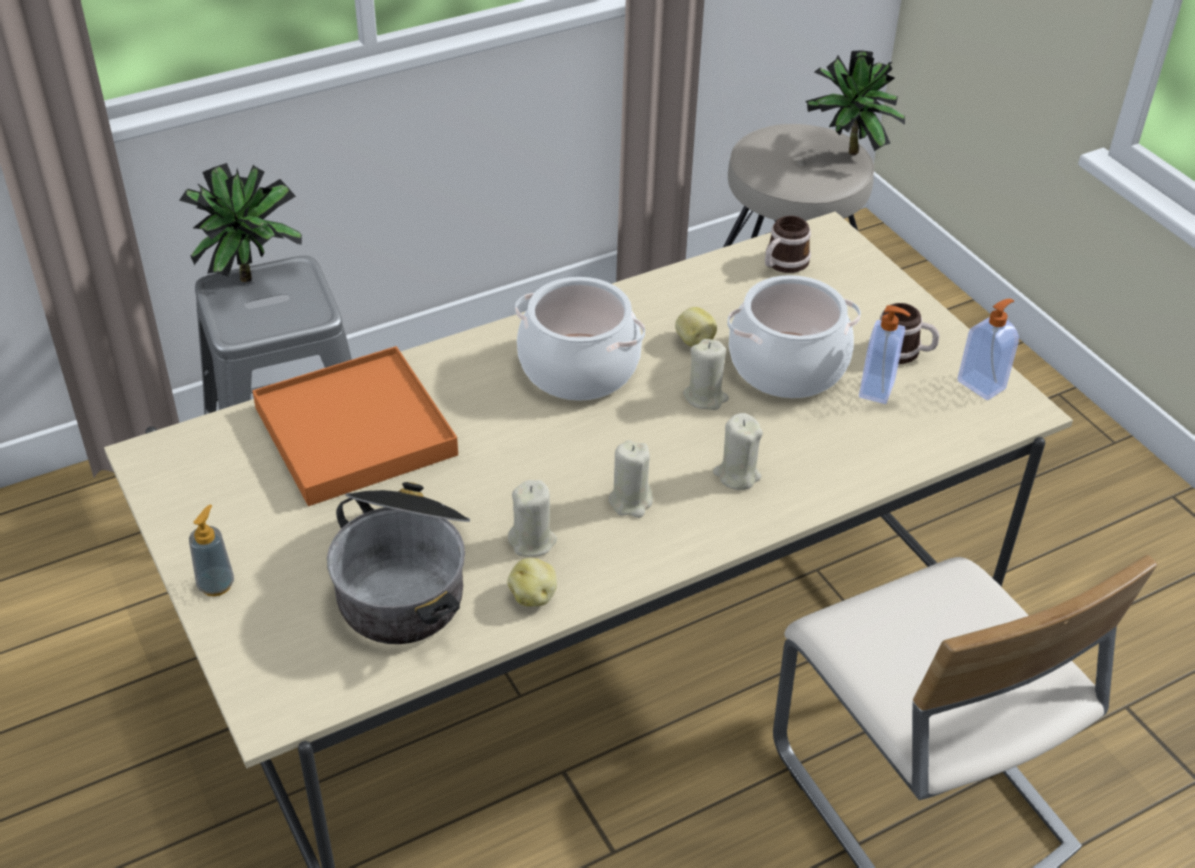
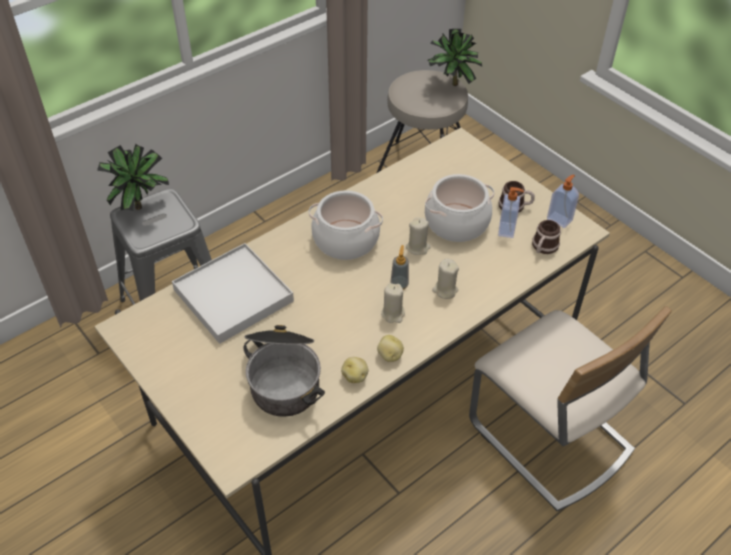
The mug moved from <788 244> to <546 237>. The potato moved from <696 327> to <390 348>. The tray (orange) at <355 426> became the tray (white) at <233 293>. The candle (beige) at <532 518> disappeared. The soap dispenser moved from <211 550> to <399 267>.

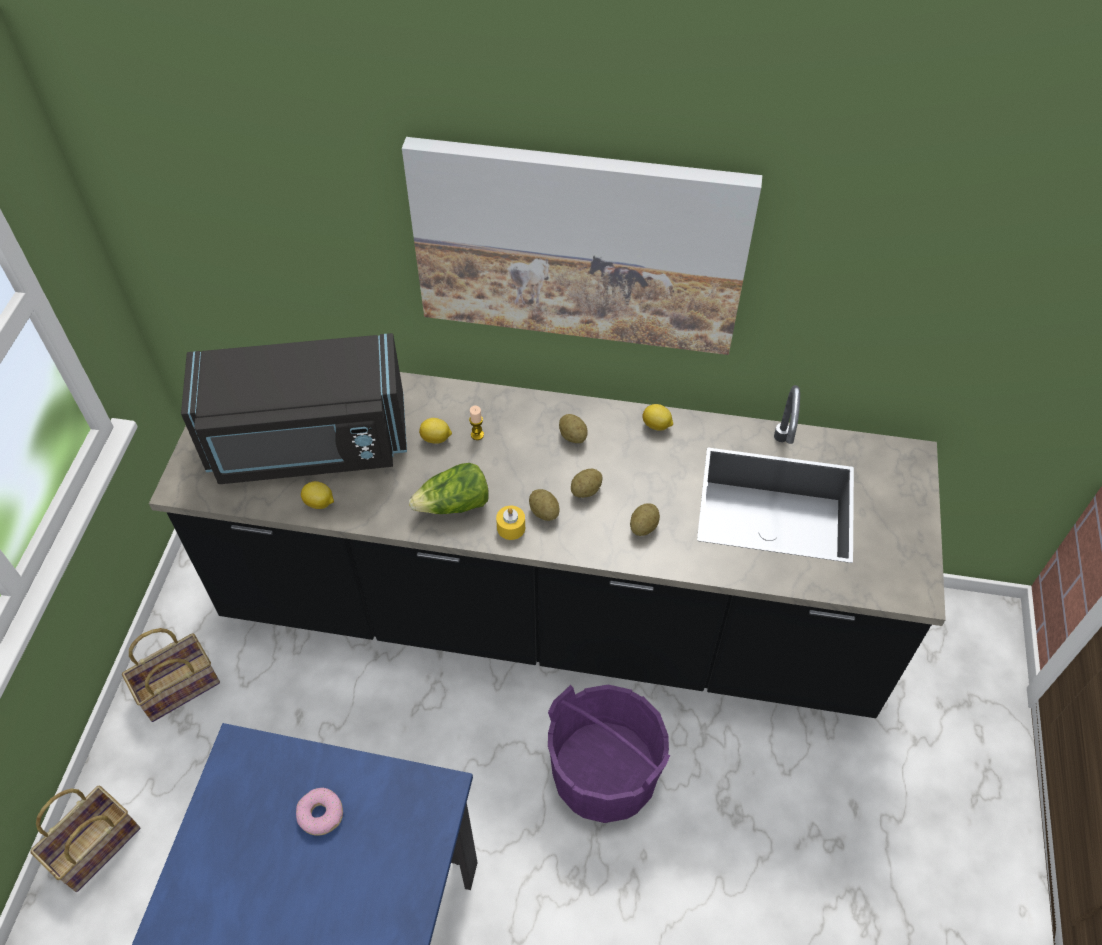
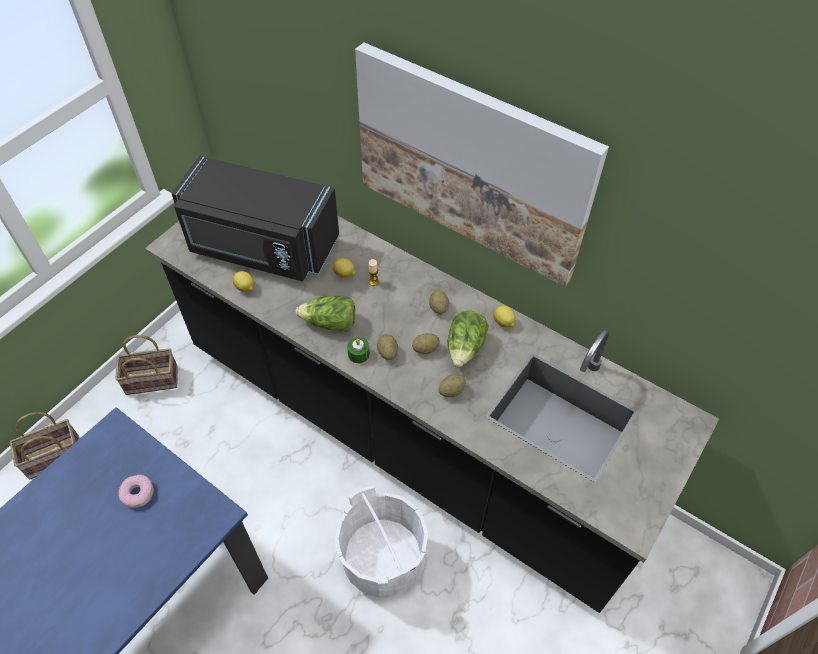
The candle (yellow) at <510 523> became the candle (green) at <358 350>. The bucket (purple) at <609 753> became the bucket (white) at <381 541>. The lettuce at <468 339> appeared.

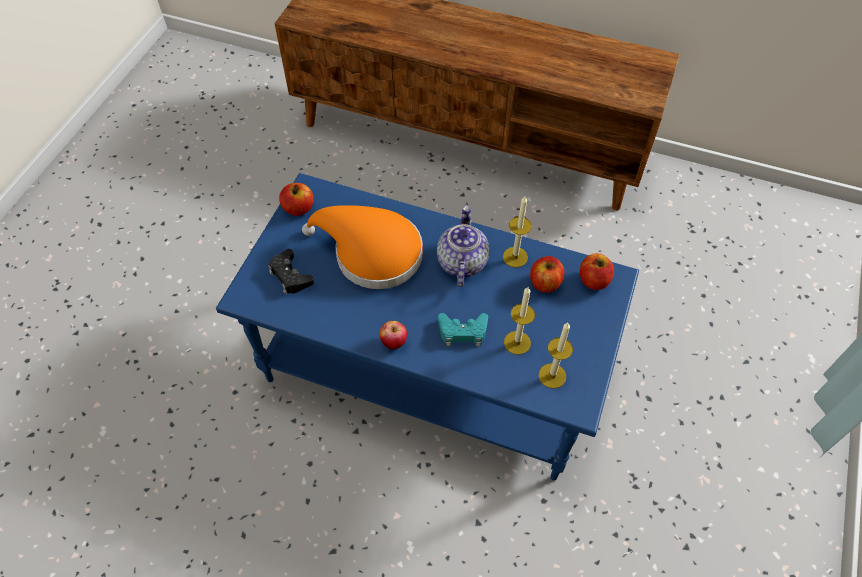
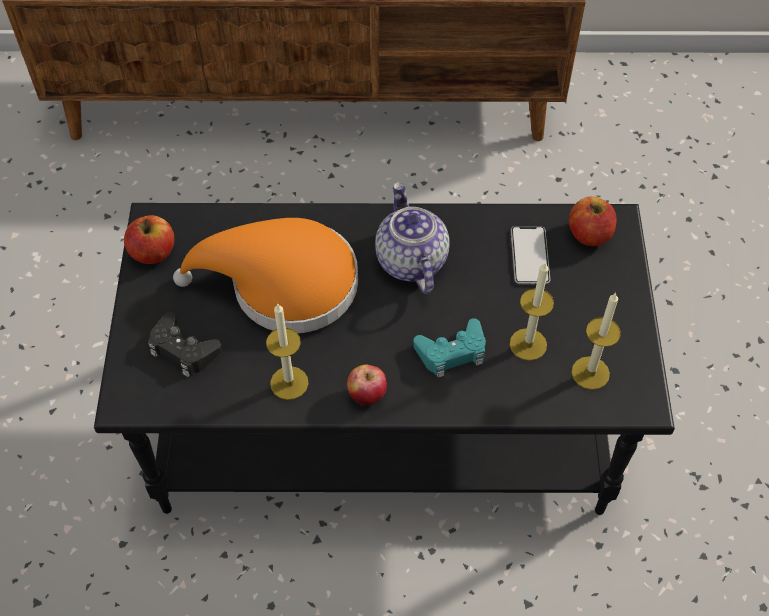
The coffee table (blue) at <427 327> became the coffee table (black) at <384 359>. The candle moved from <517 232> to <287 352>. The apple at <547 274> was replaced by the phone at <530 255>.

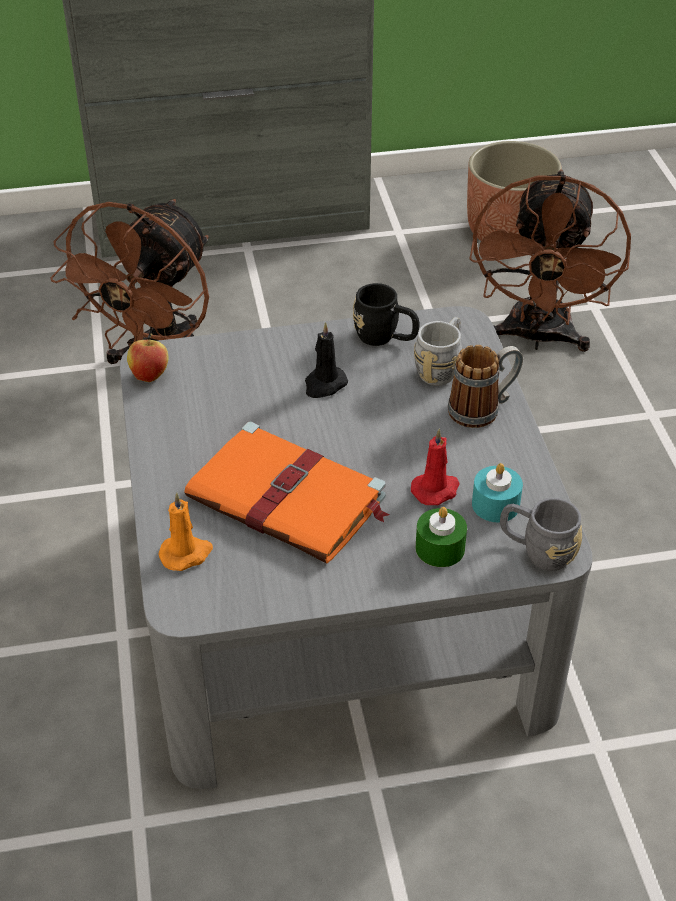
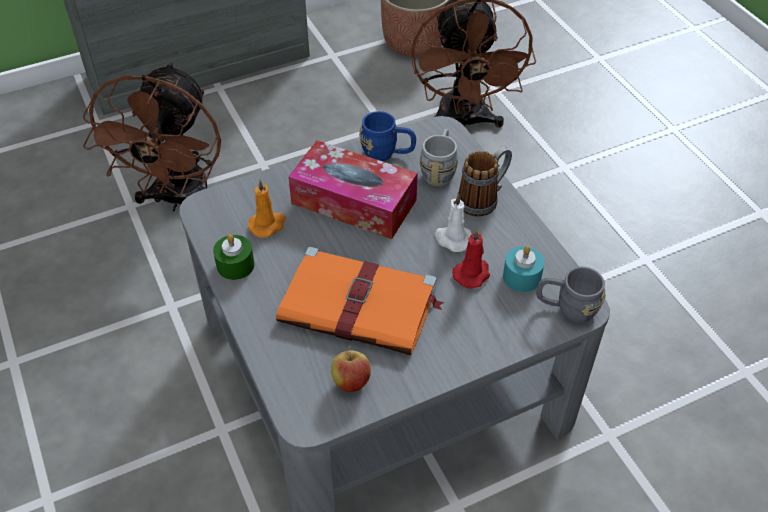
The mug (black) at <386 314> became the mug (blue) at <387 136>. The candle (black) at <326 360> was replaced by the tissue box at <353 189>. The apple moved from <147 357> to <351 368>. The candle (orange) moved from <185 532> to <267 208>. The candle (green) moved from <441 537> to <234 257>. The candle (white) at <453 222> appeared.

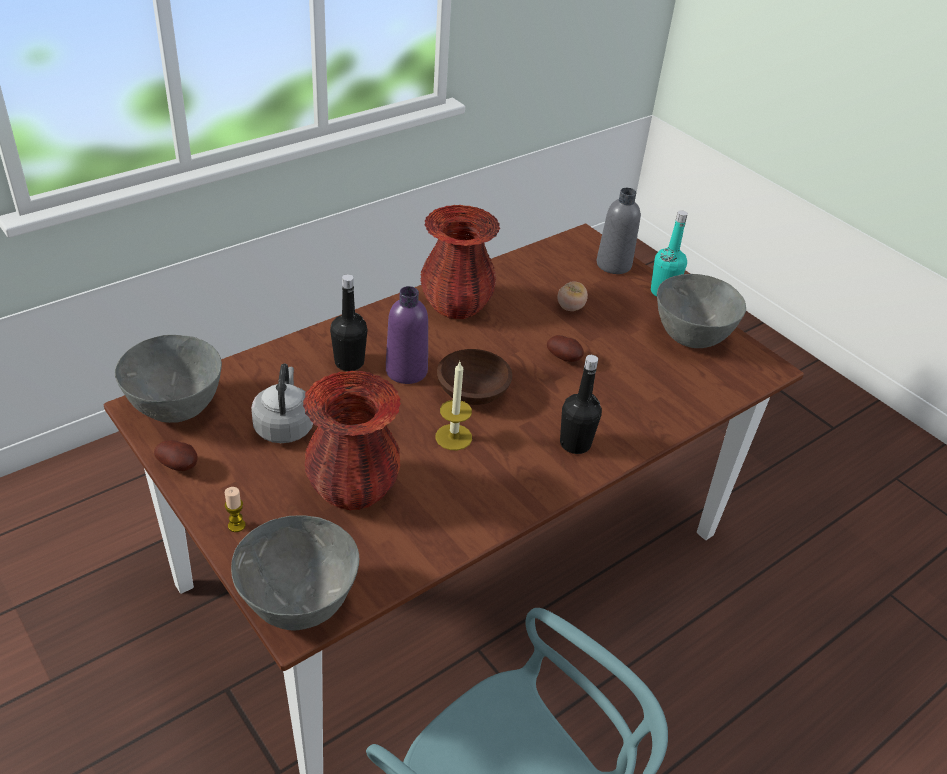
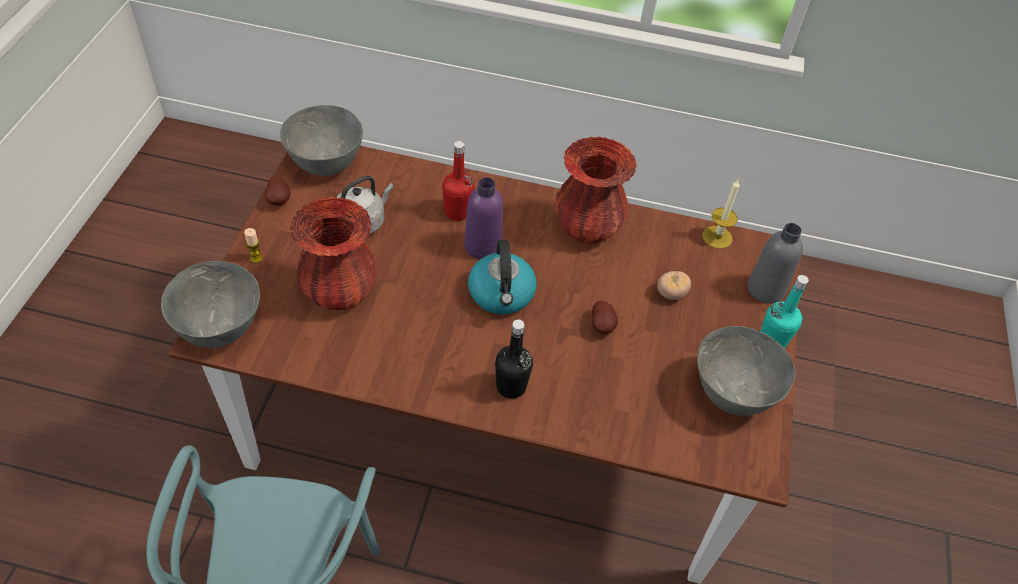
The bottle (black) at <348 322> became the bottle (red) at <458 181>. The bowl (brown) at <474 377> was replaced by the kettle at <502 277>. The candle moved from <454 406> to <721 214>.

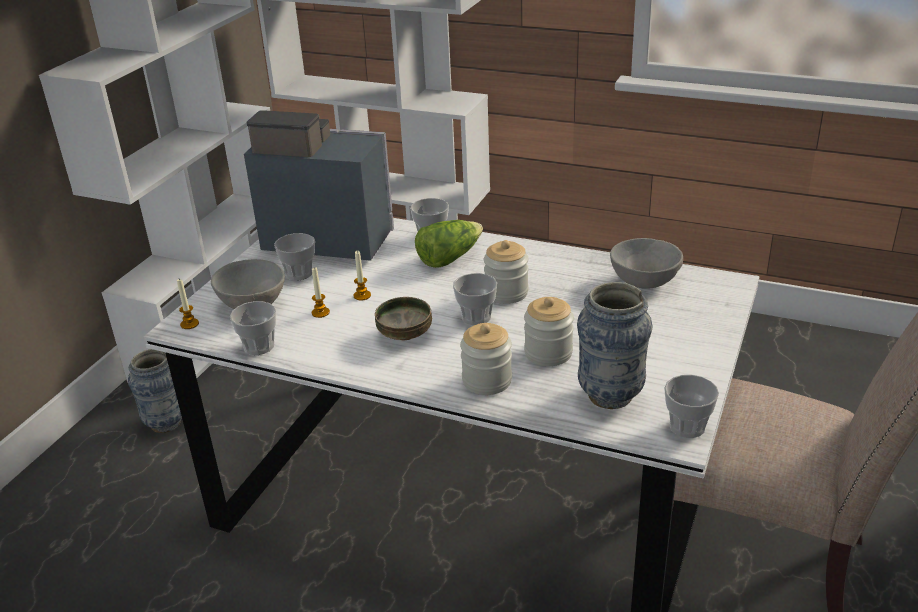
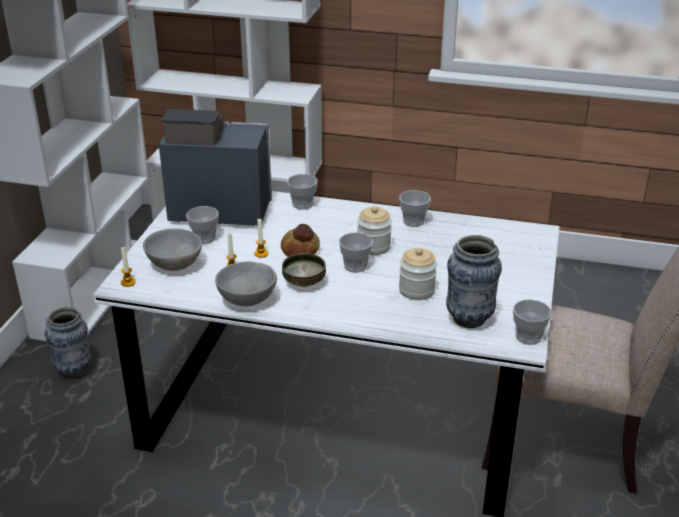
The lettuce at <449 244> disappeared. The bowl (grey) moved from <646 263> to <246 284>. The cup moved from <253 328> to <415 208>. The jar at <486 359> disappeared. The bread at <300 240> appeared.

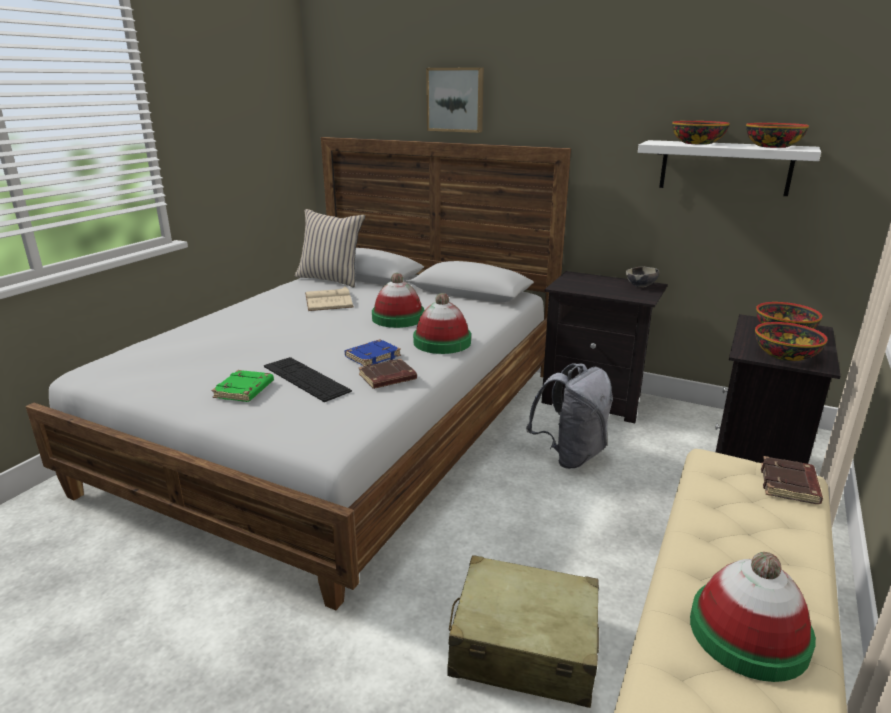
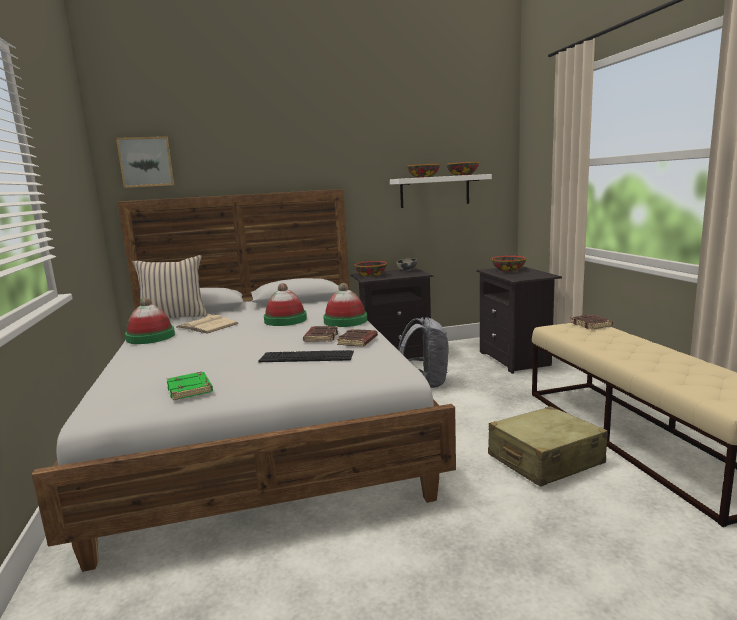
The picture moved from <455 100> to <145 162>. The bowl moved from <791 341> to <370 269>. The book (blue) at <373 352> became the book (brown) at <320 334>. The book (green) moved from <243 386> to <190 386>. The hat moved from <753 617> to <150 320>.

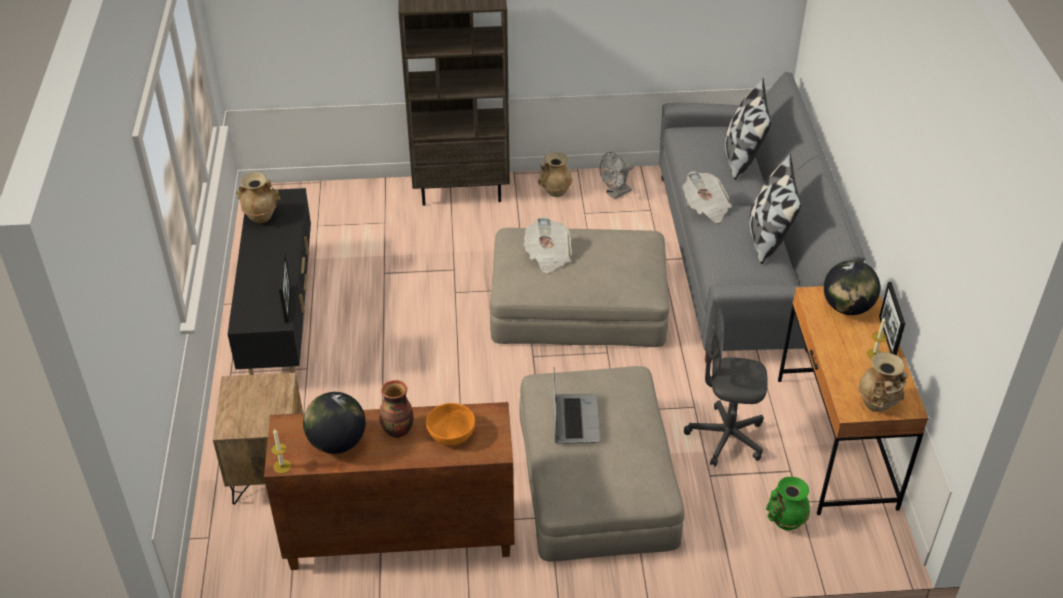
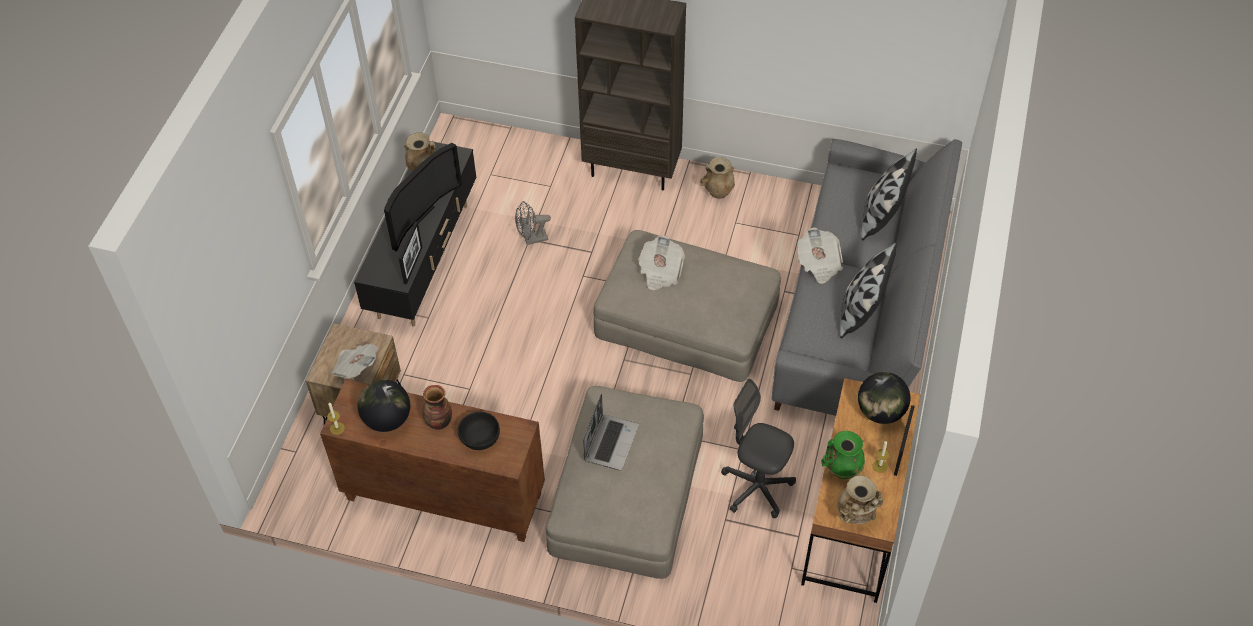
The fan (grey) moved from <617 175> to <533 223>. The bowl (orange) at <450 424> became the bowl (black) at <479 431>. The vase (green) moved from <788 503> to <843 455>. The television at <423 197> appeared. The newspaper at <354 361> appeared.

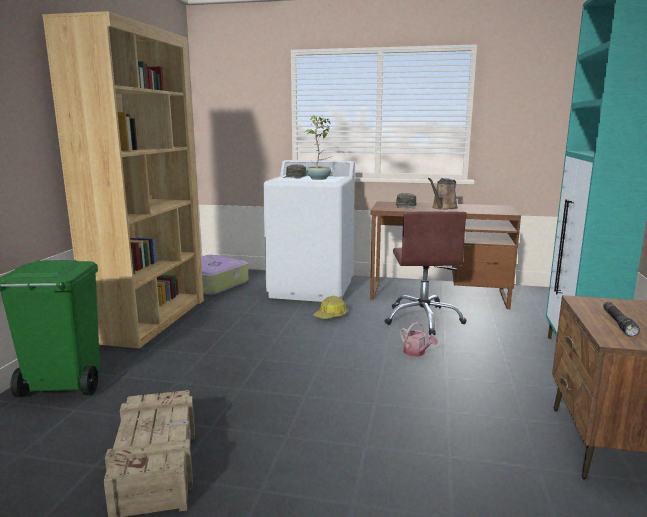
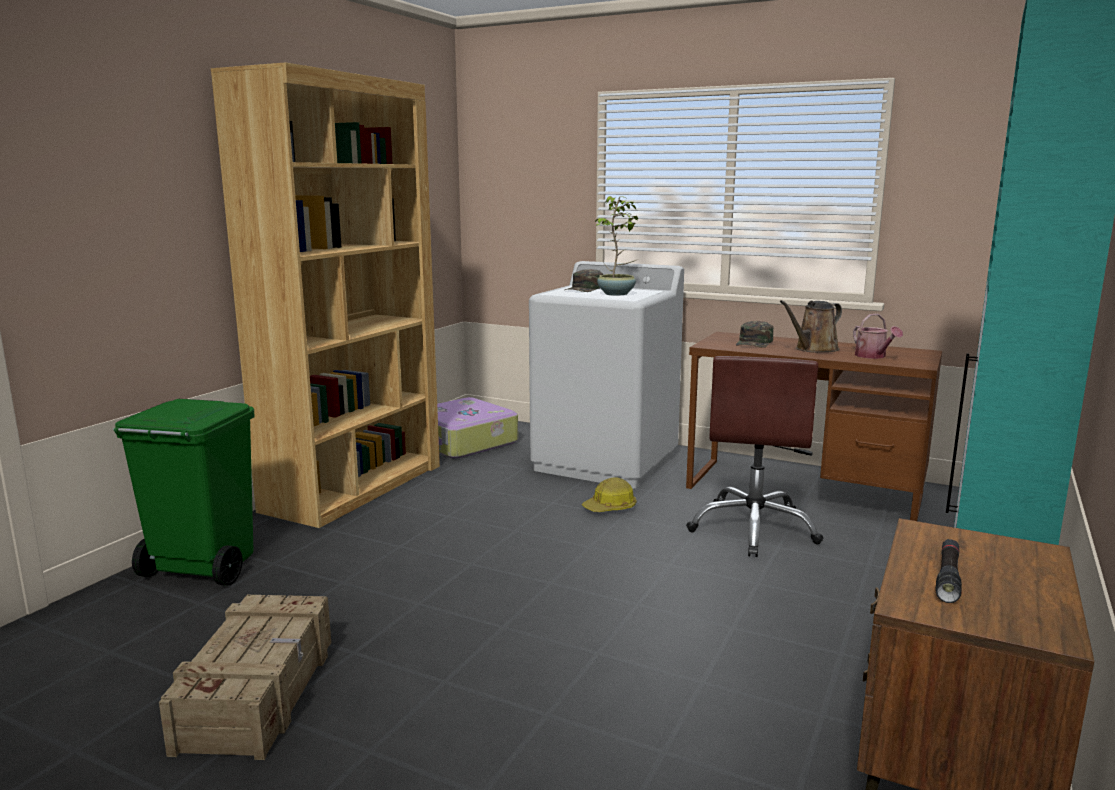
The watering can moved from <419 339> to <878 336>.

